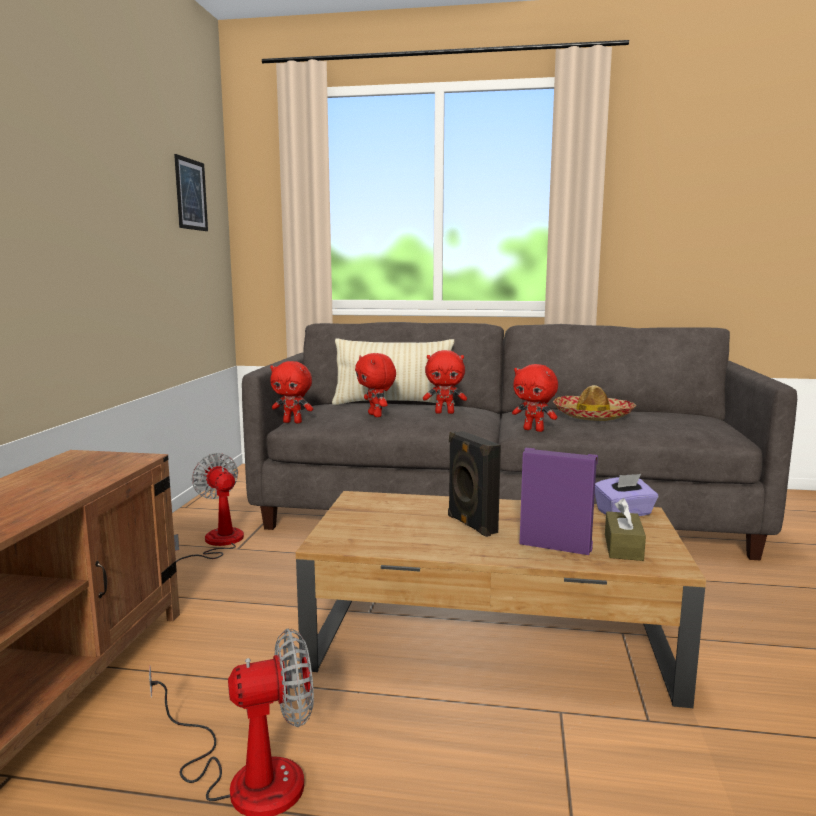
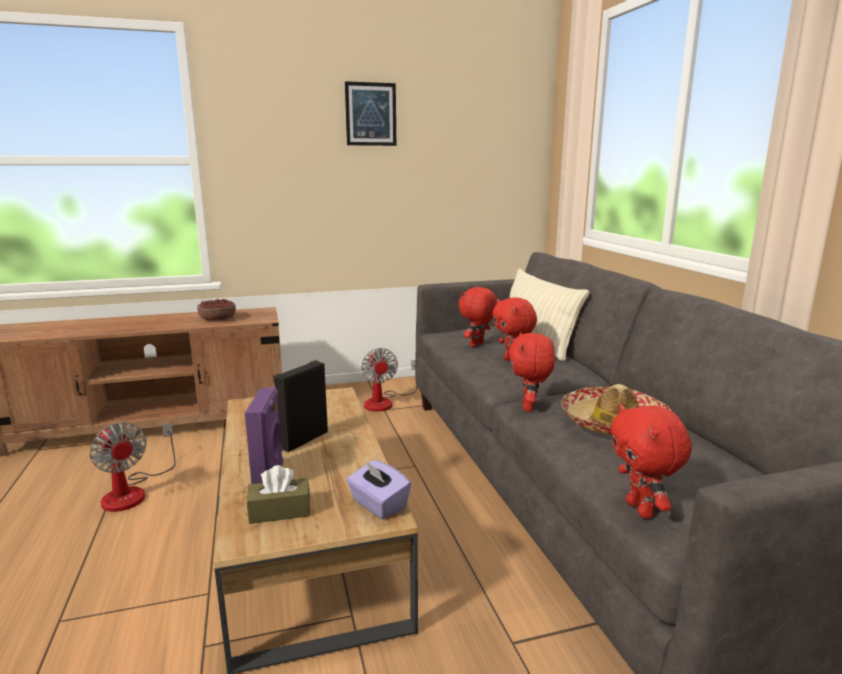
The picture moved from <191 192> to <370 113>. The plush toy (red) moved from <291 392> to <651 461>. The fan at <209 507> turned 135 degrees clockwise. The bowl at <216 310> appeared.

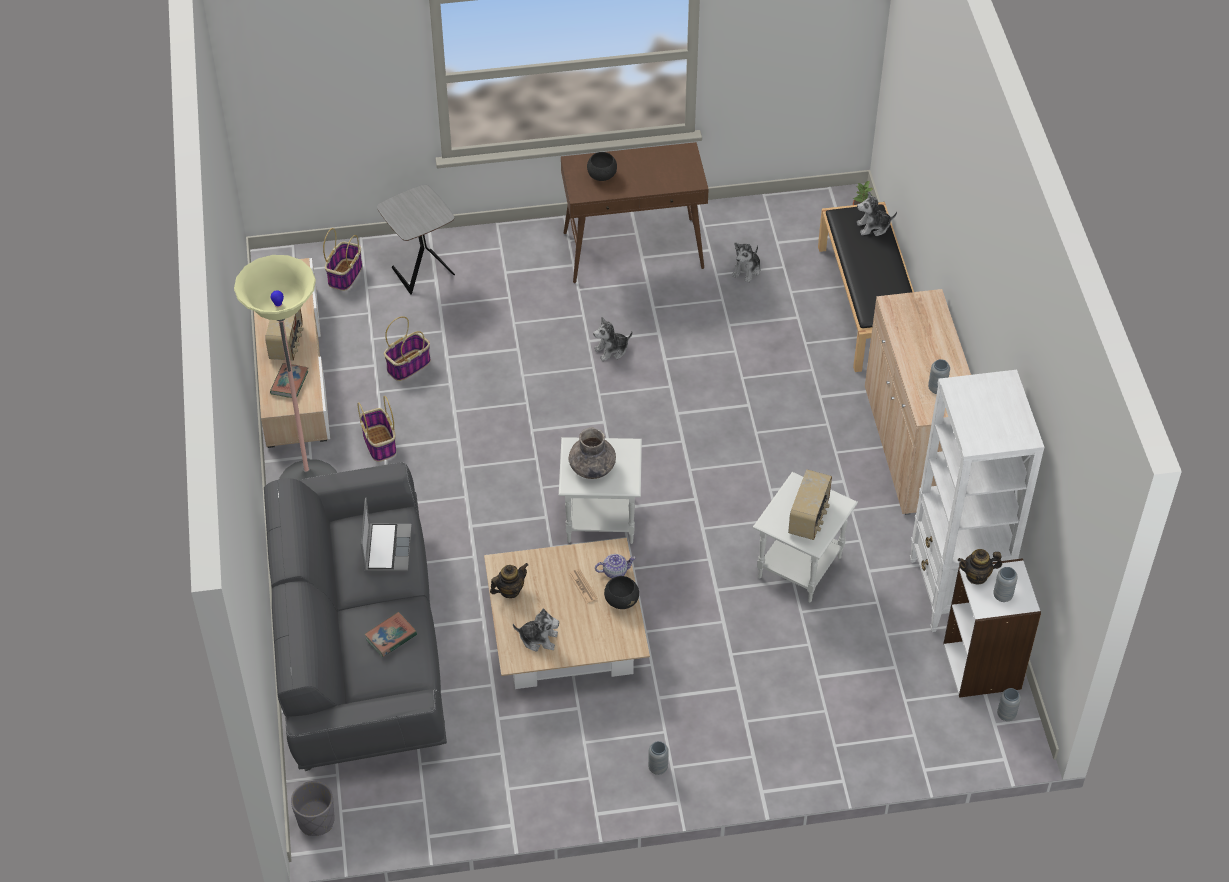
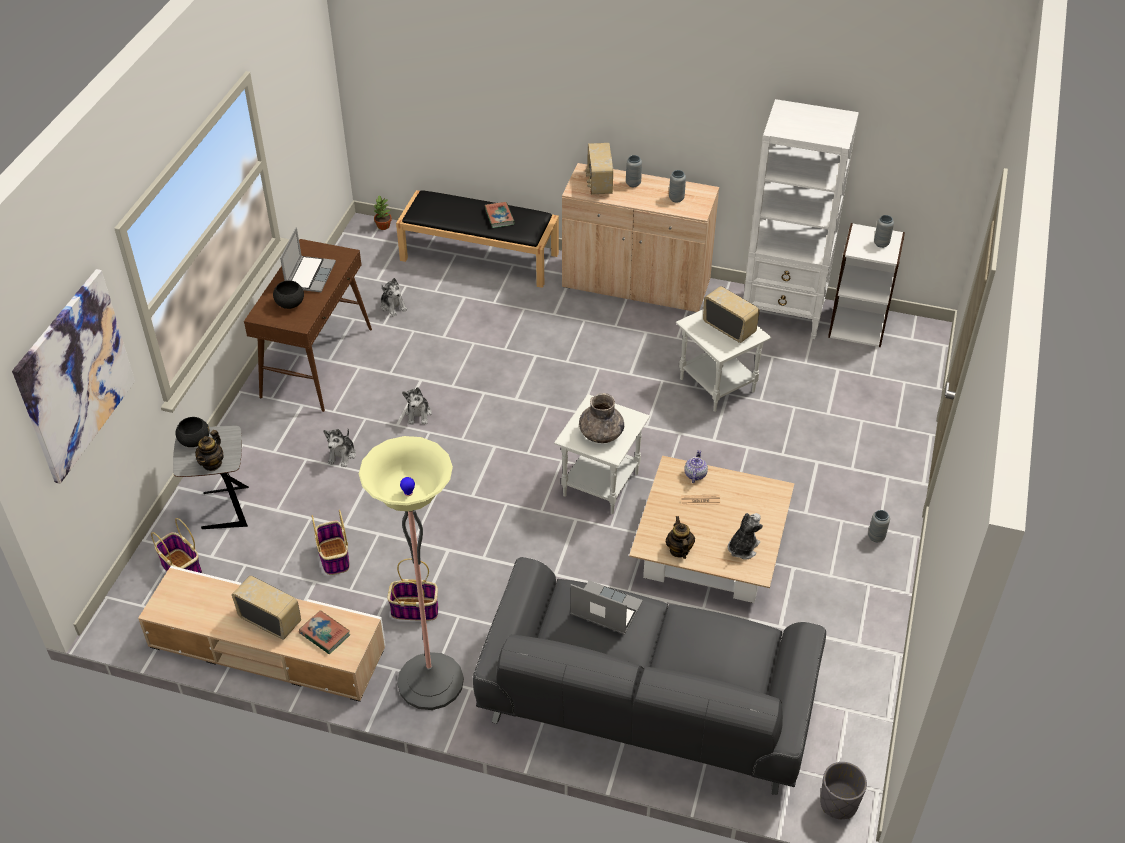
The plush toy moved from <877 213> to <339 448>. The teapot moved from <980 567> to <209 450>. The bowl (black) moved from <621 592> to <192 432>. The book moved from <390 634> to <500 215>. The vase (grey) moved from <1009 704> to <634 171>. The radio at <599 168> appeared. The laptop at <308 259> appeared. The picture at <73 376> appeared.

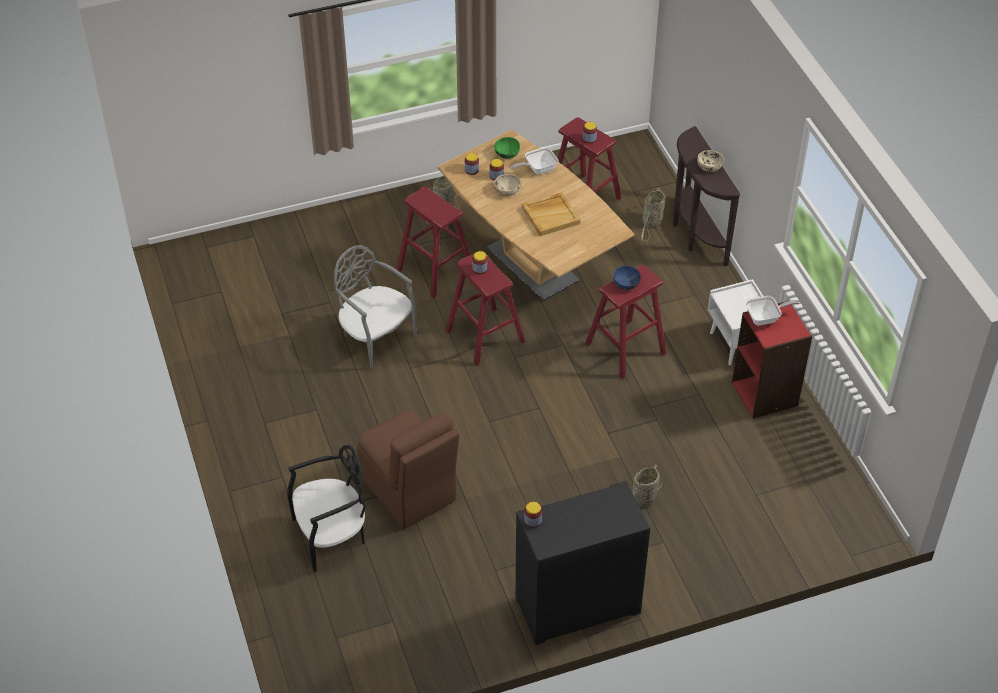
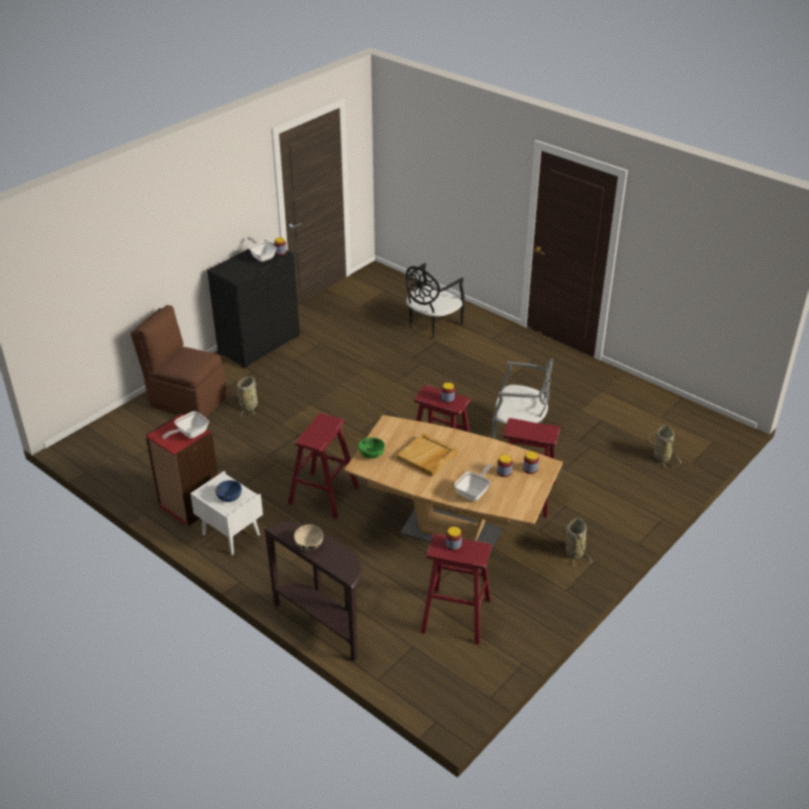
The bowl (green) moved from <507 148> to <372 448>. The bowl (beige) at <507 185> disappeared. The basket moved from <653 214> to <665 447>. The bowl (blue) moved from <627 278> to <228 491>. The chair (brown) moved from <408 469> to <178 361>. The frying pan at <262 249> appeared.

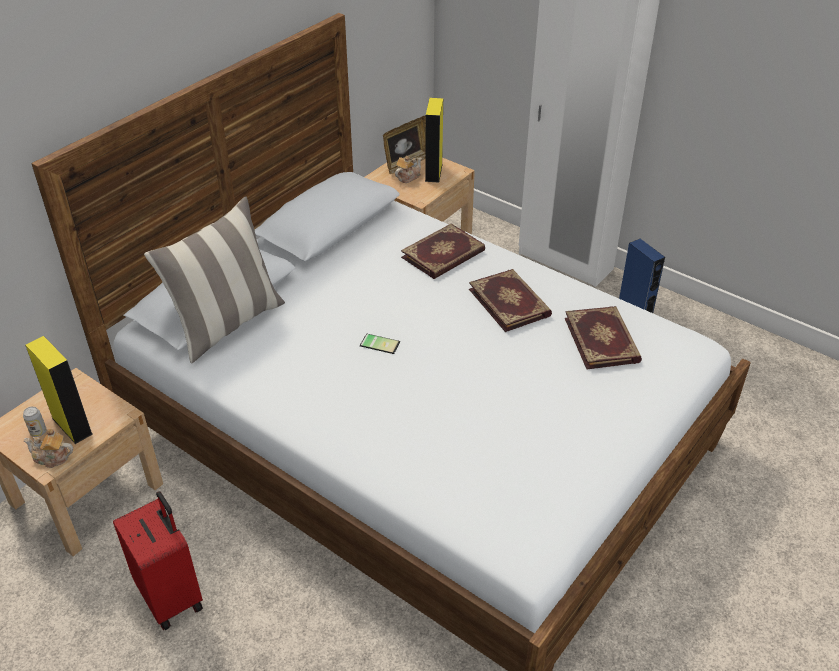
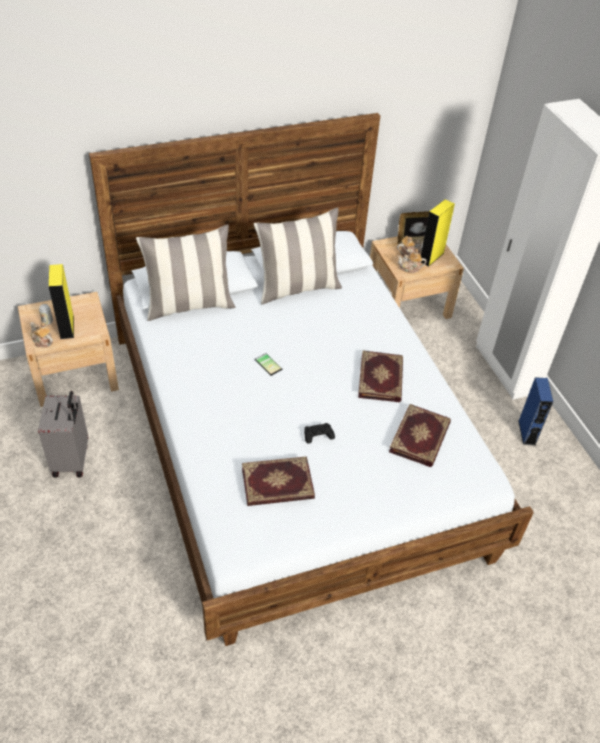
The book moved from <443 251> to <278 481>. The suitcase (red) at <158 560> became the suitcase (grey) at <63 434>. The pillow at <298 256> appeared. The teapot at <412 261> appeared. The game controller (black) at <319 433> appeared.

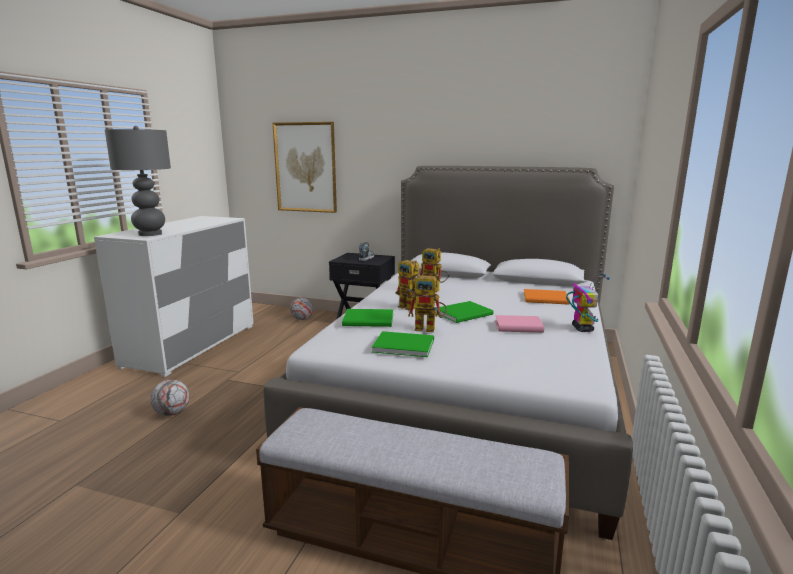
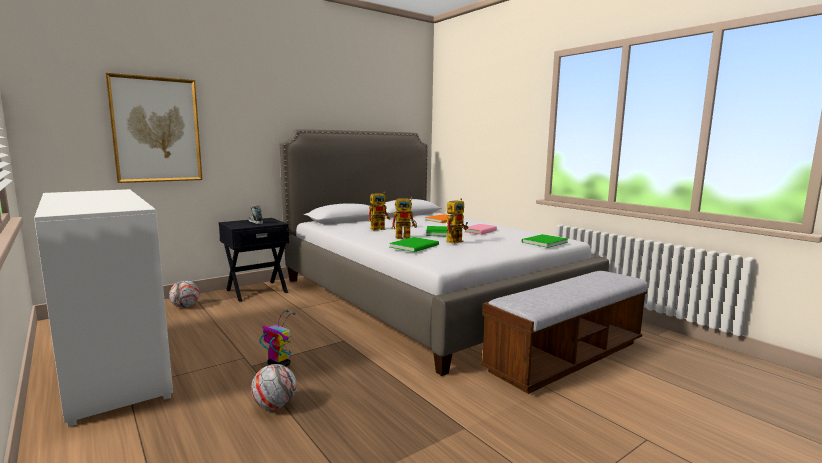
The table lamp (grey) at <138 181> disappeared. The toy robot moved from <588 303> to <277 338>. The book (green) moved from <403 344> to <545 241>.

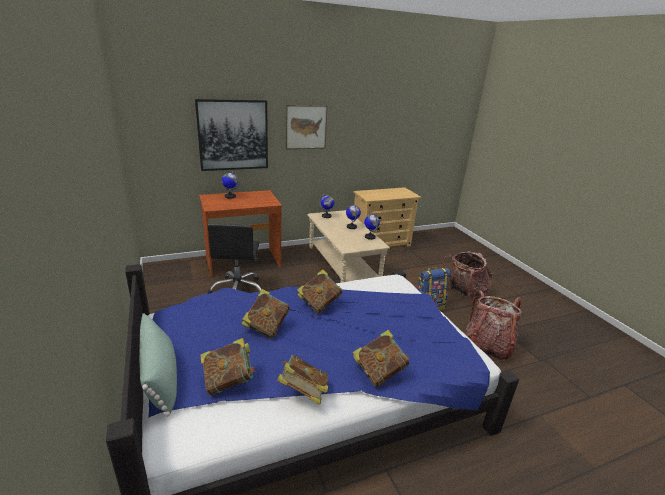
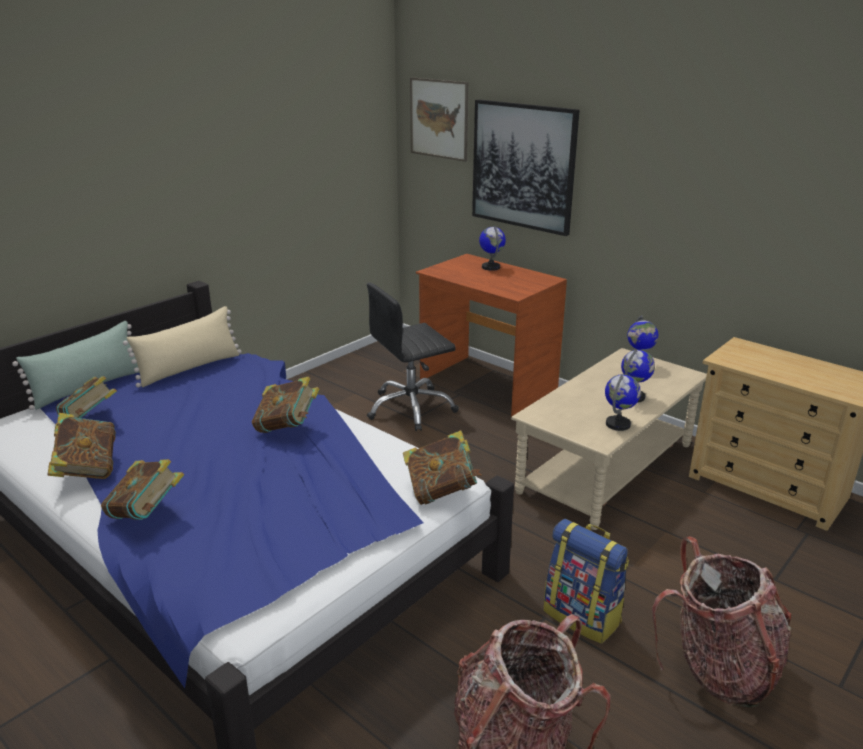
The picture moved from <307 127> to <439 119>. The book moved from <265 313> to <442 467>. The pillow (beige) at <182 347> appeared.

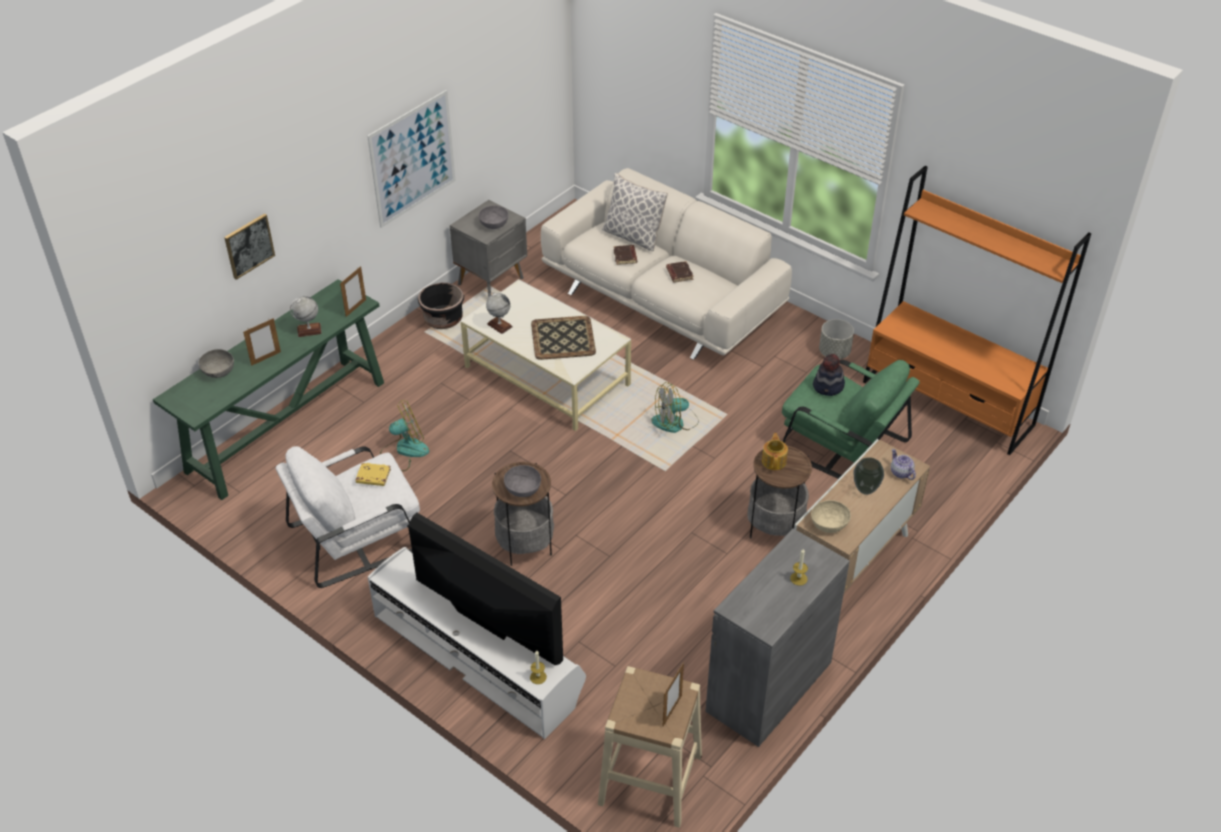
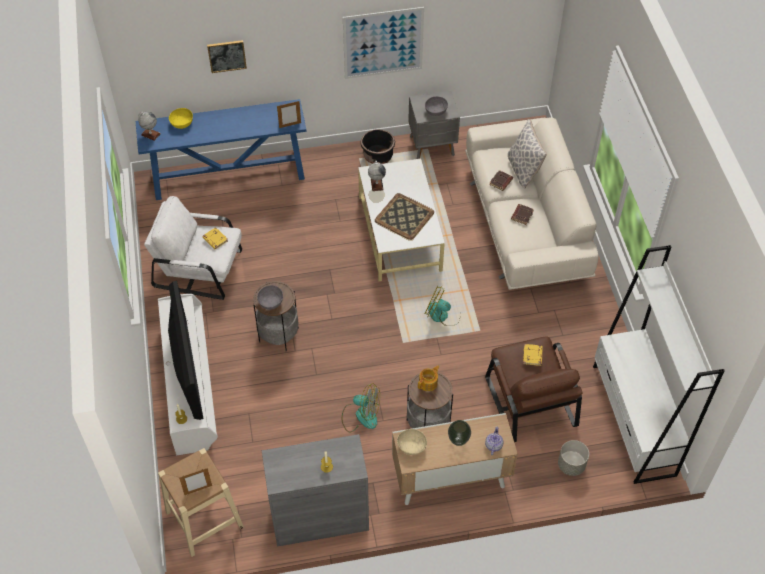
The bookcase (orange) at <977 310> became the bookcase (white) at <659 364>. The console table (green) at <268 389> became the console table (blue) at <221 149>. The globe moved from <306 316> to <149 126>. The picture frame at <262 342> disappeared. The planter (grey) moved from <836 339> to <573 458>. The bowl (grey) at <216 363> became the bowl (yellow) at <181 118>. The hat at <829 375> was replaced by the book (yellow) at <533 355>. The armchair (green) at <851 419> became the armchair (brown) at <533 389>. The fan moved from <404 436> to <361 407>.

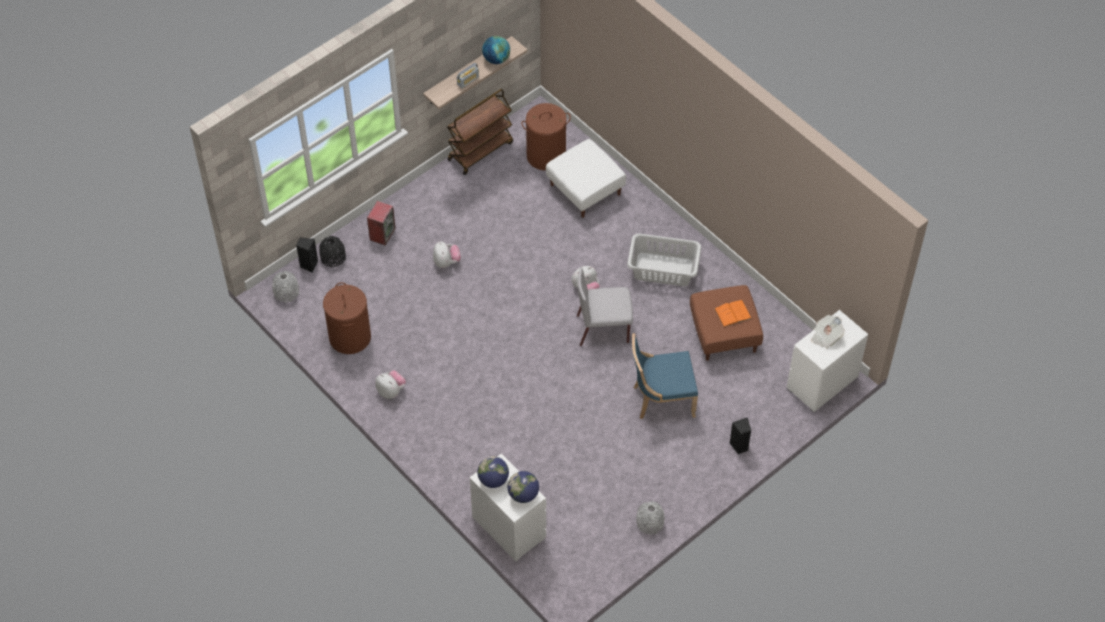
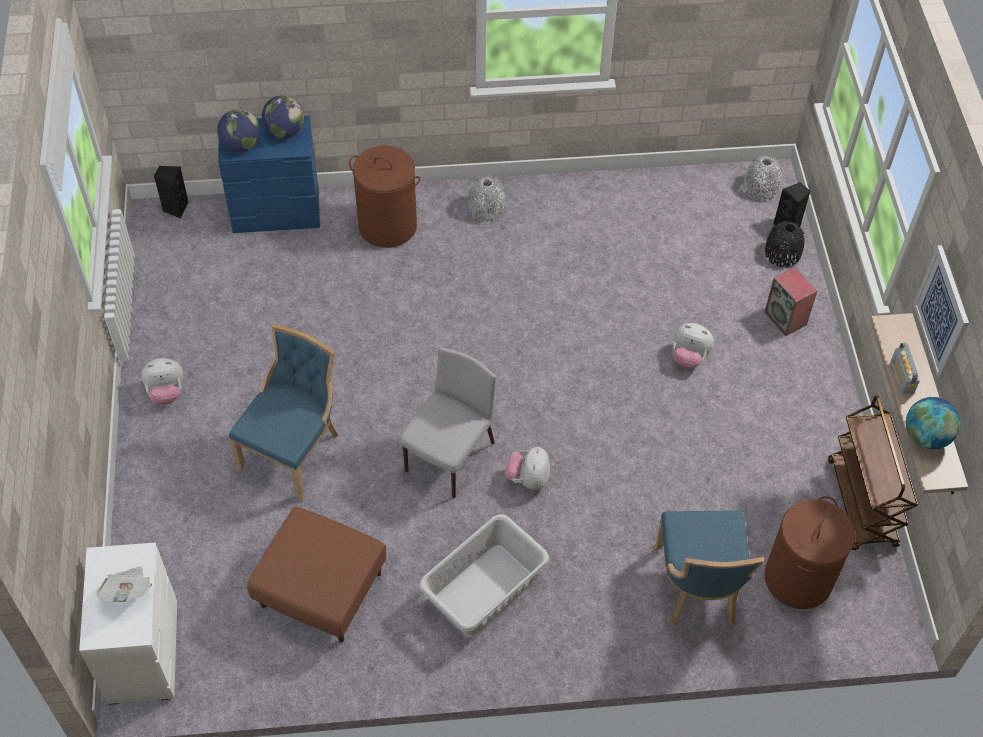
The ottoman (white) at <586 178> was replaced by the chair (blue) at <708 568>. The laundry basket (brown) moved from <347 318> to <384 196>. The book (orange) at <733 313> disappeared. The plush toy moved from <390 384> to <162 381>. The speaker (black) moved from <741 435> to <171 192>. The dresser (white) at <508 507> became the dresser (blue) at <269 174>. The vase (grey) moved from <650 518> to <487 199>. The picture at <941 312> appeared.

